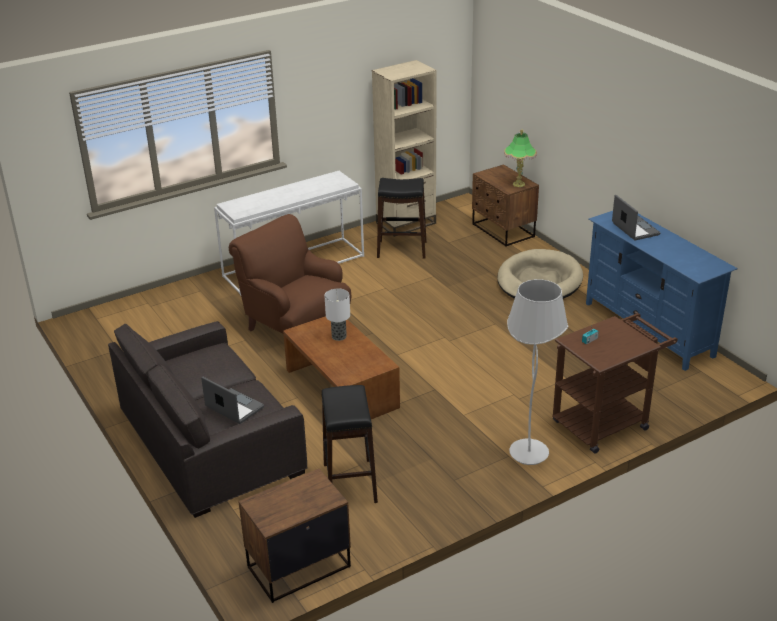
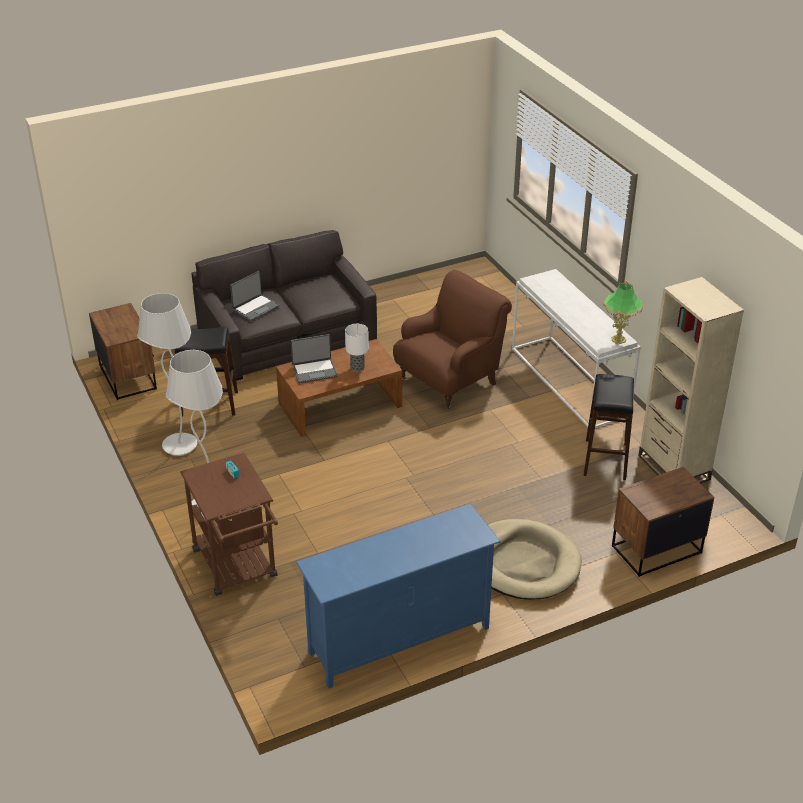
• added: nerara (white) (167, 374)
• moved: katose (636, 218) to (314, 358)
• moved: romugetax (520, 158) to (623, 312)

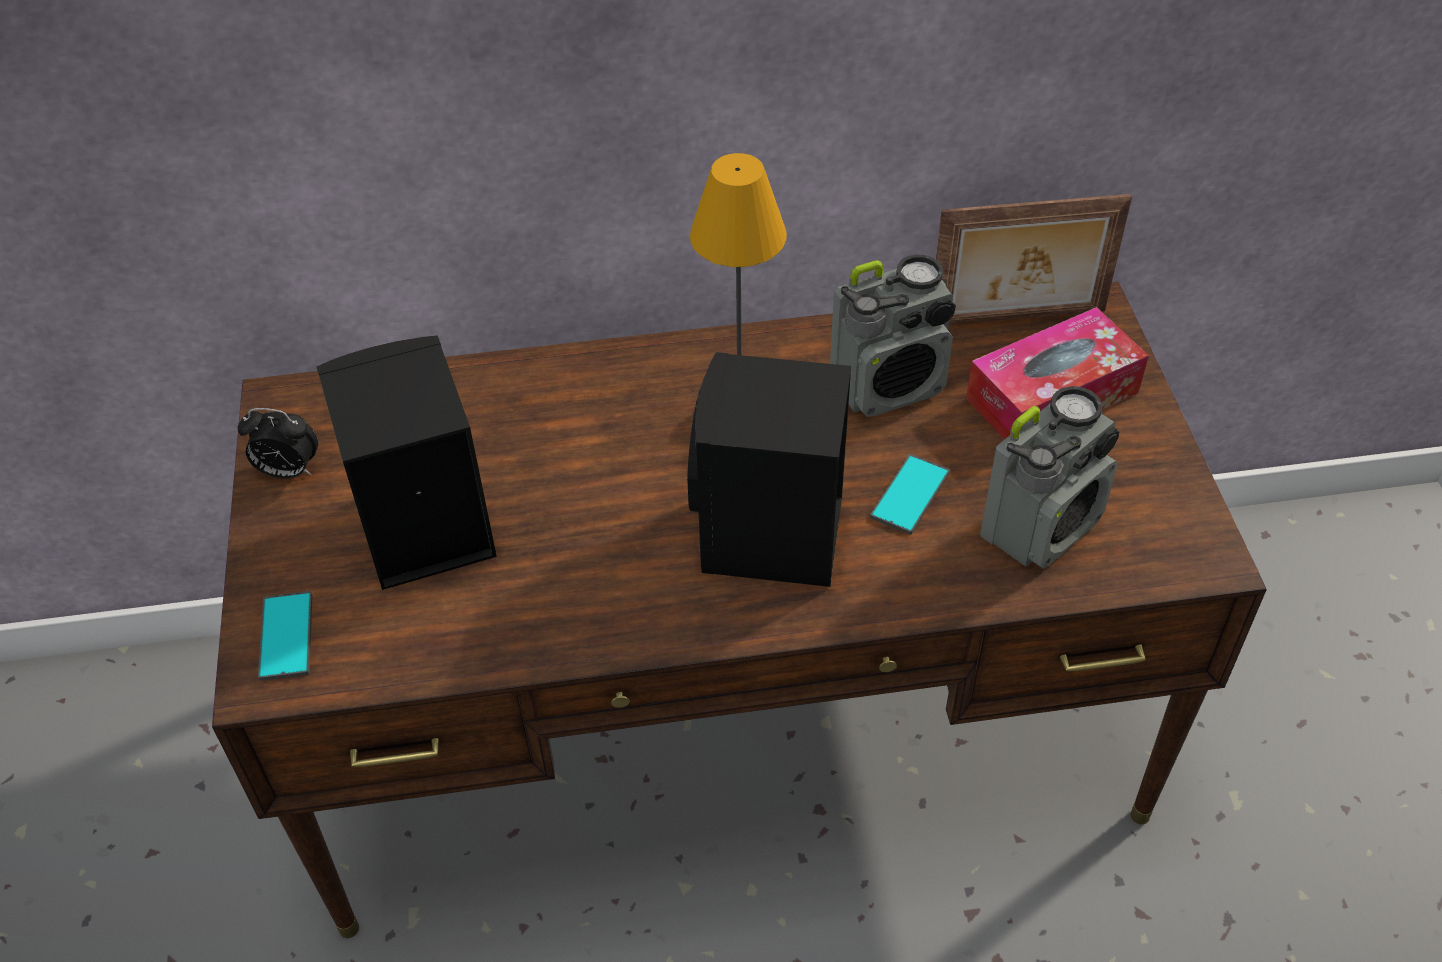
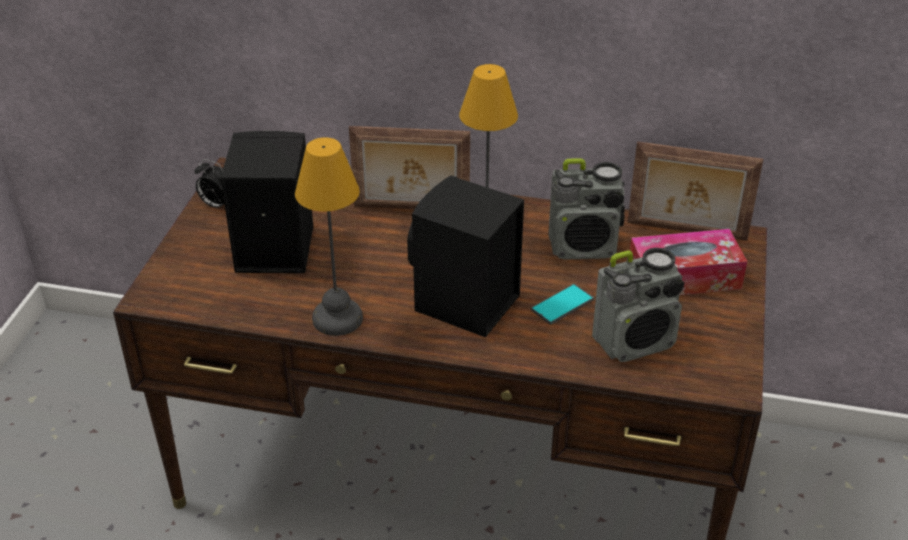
• added: romugetax (329, 236)
• added: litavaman (409, 167)
• removed: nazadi (285, 636)

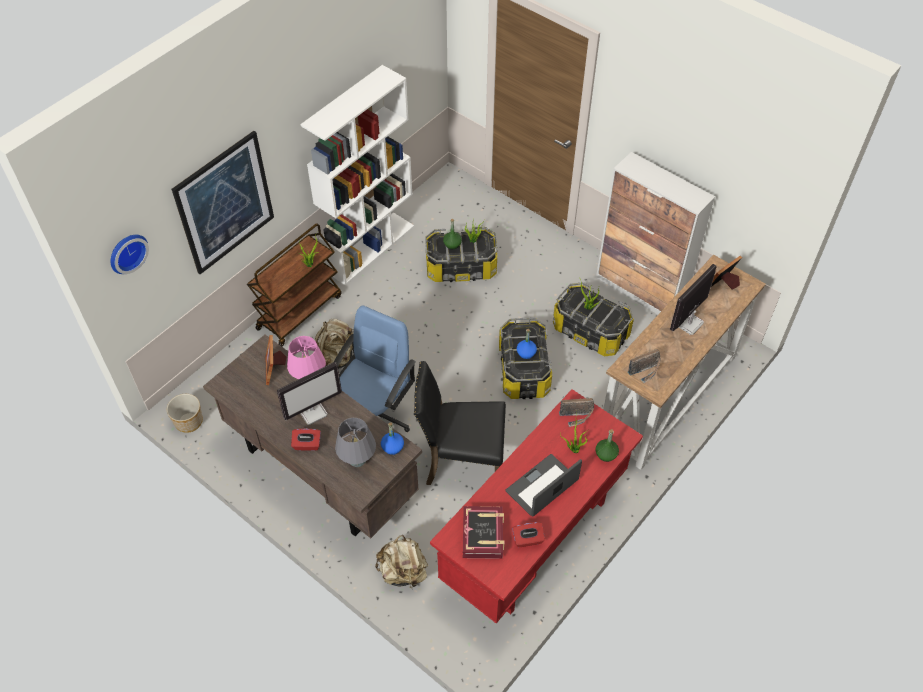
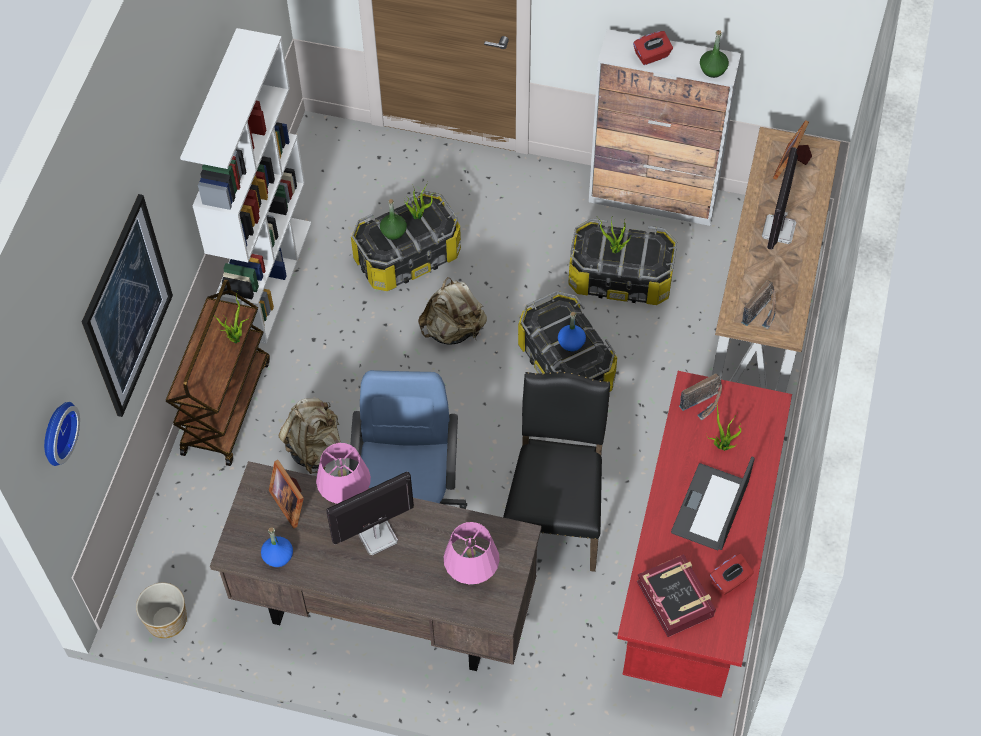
• moved: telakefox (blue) (392, 438) to (277, 547)
• turned: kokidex (309, 393) = (370, 513) 150 degrees counterclockwise
• moved: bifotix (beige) (401, 562) to (452, 311)
• recoloured: romugetax (grey) (355, 442) to romugetax (pink) (472, 553)
• turned: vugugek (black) (460, 423) = (556, 472) 120 degrees clockwise
• moved: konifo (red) (306, 440) to (653, 48)
• moved: telakefox (green) (607, 445) to (714, 54)

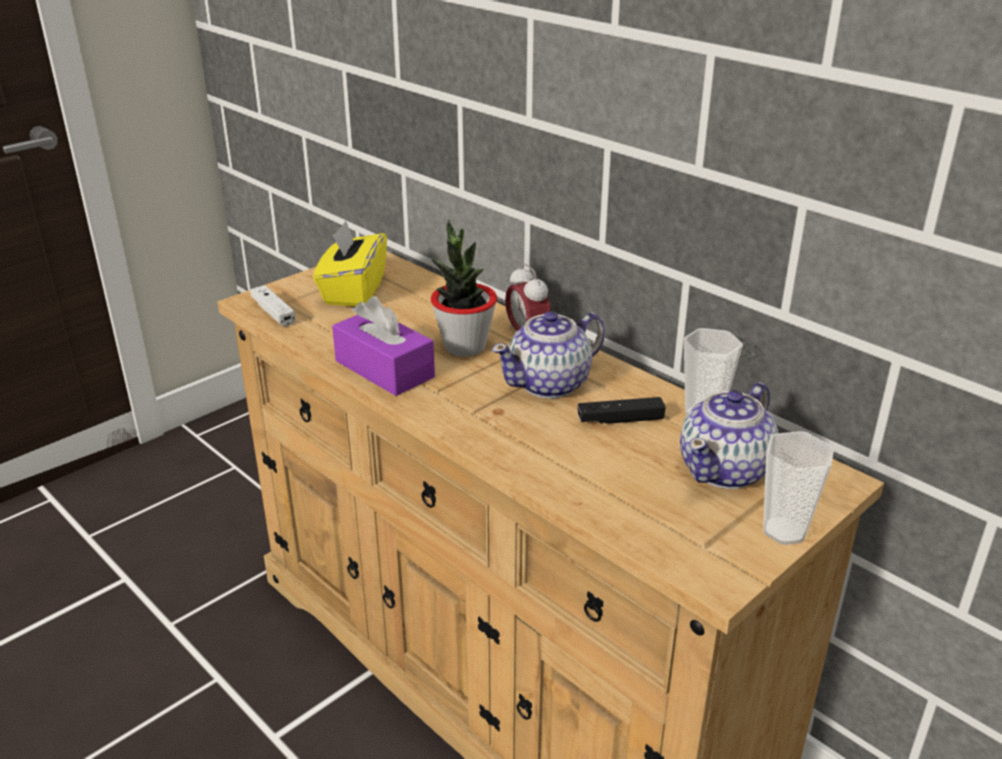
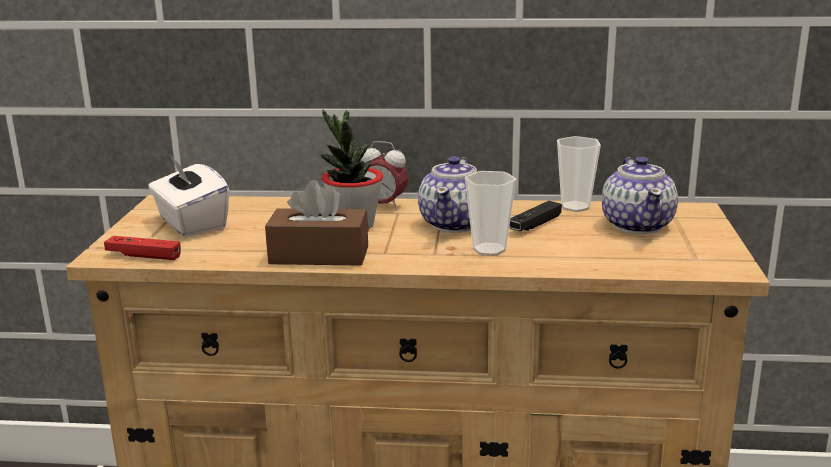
• recoloured: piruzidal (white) (272, 305) to piruzidal (red) (142, 248)
• recoloured: konifo (yellow) (350, 263) to konifo (white) (189, 196)
• recoloured: konifo (purple) (383, 346) to konifo (brown) (316, 223)
• moved: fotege (798, 488) to (490, 213)

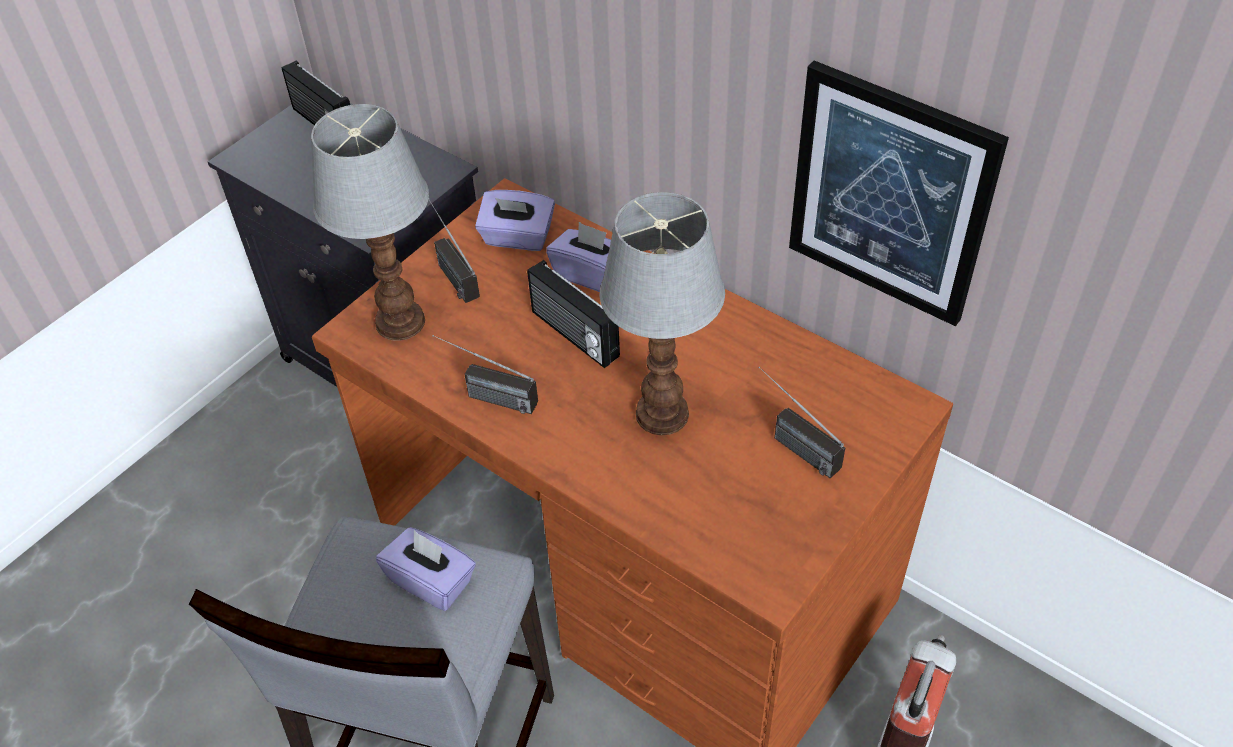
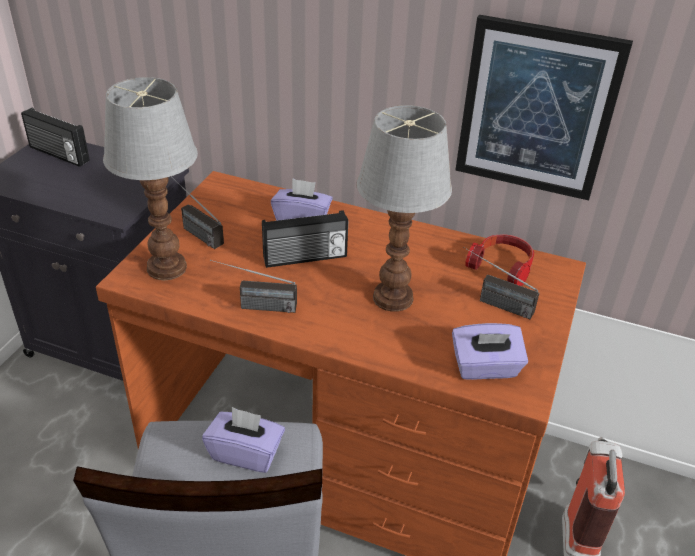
• turned: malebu (573, 314) = (305, 239) 45 degrees counterclockwise
• moved: konifo (purple) (515, 220) to (490, 351)
• added: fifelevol (499, 260)

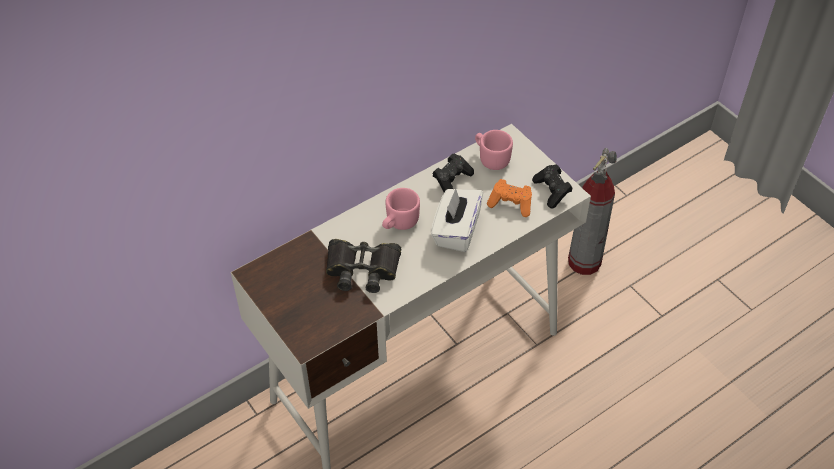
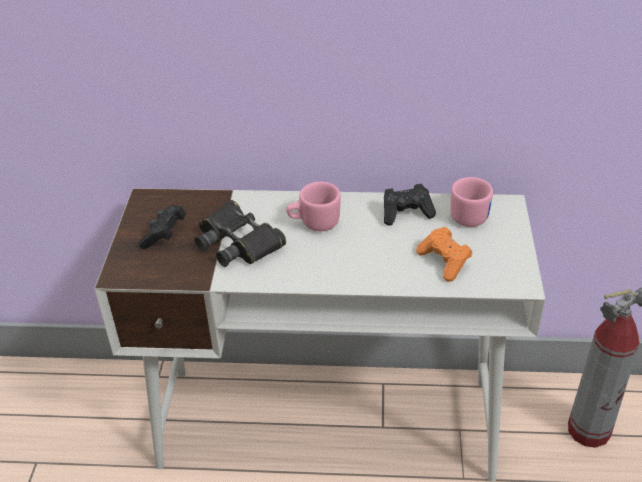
• moved: piruzidal (black) (552, 186) to (162, 227)
• removed: konifo (white) (457, 220)

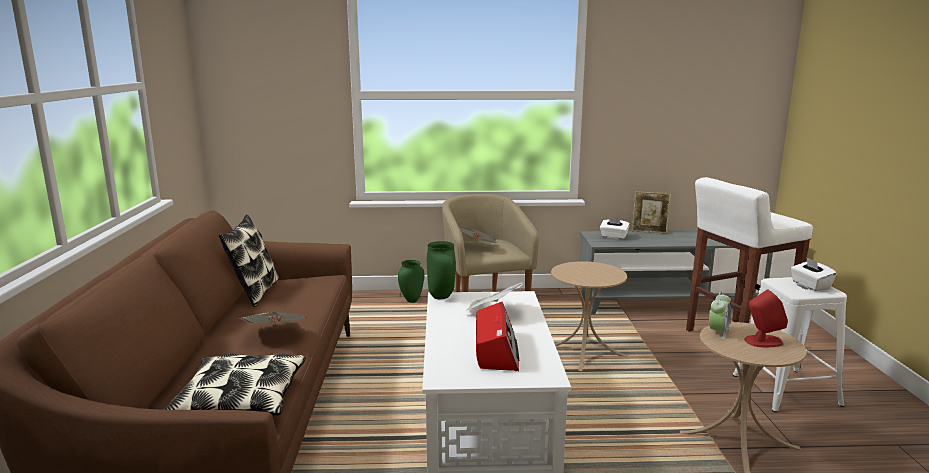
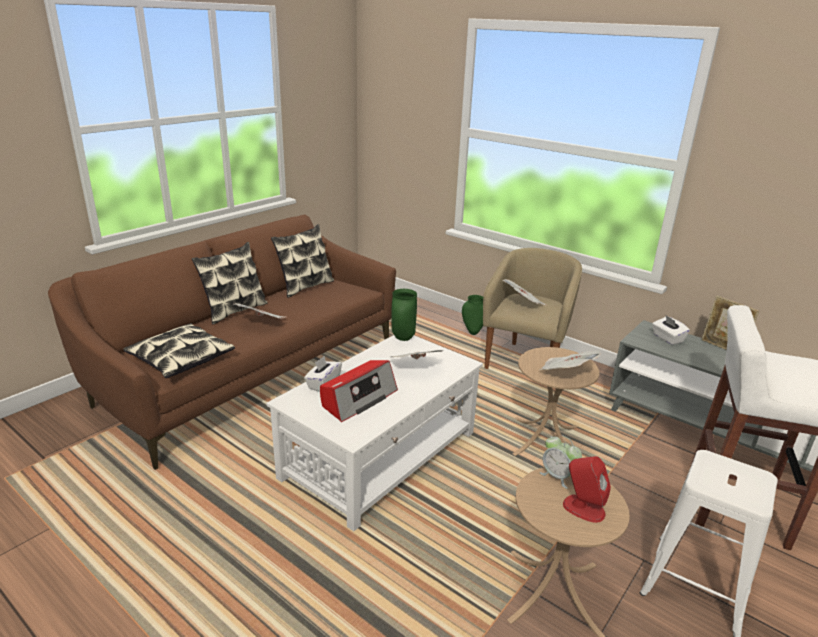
• added: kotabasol (229, 283)
• moved: konifo (white) (813, 274) to (323, 374)
• added: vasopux (570, 360)
• turned: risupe (720, 315) = (561, 462) 60 degrees clockwise

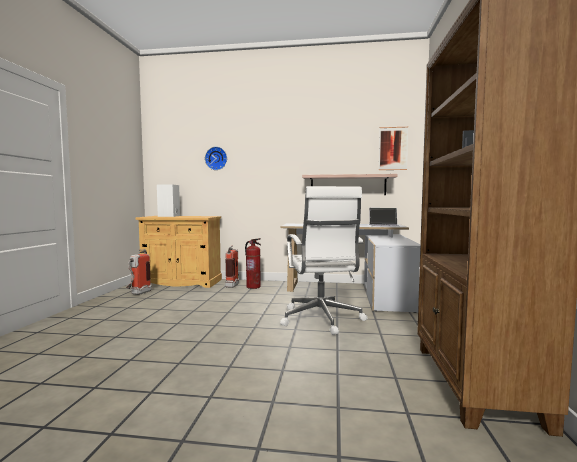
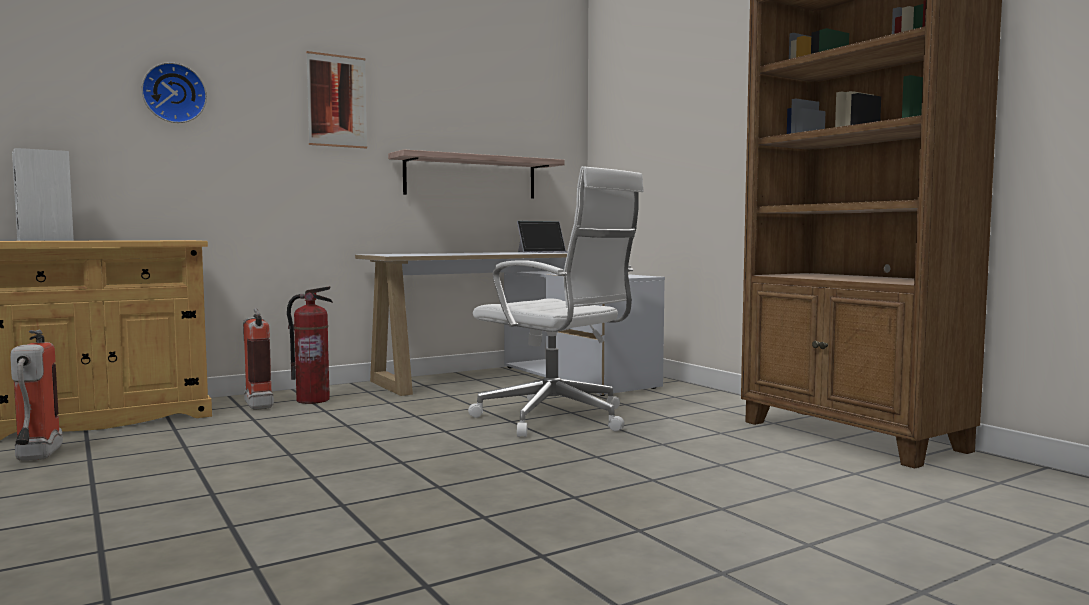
• moved: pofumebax (393, 148) to (336, 100)

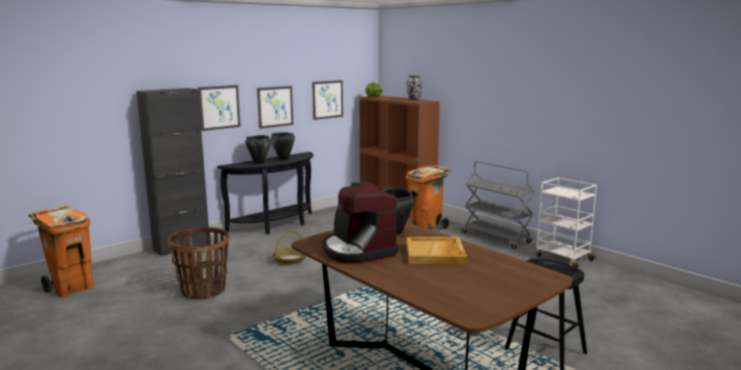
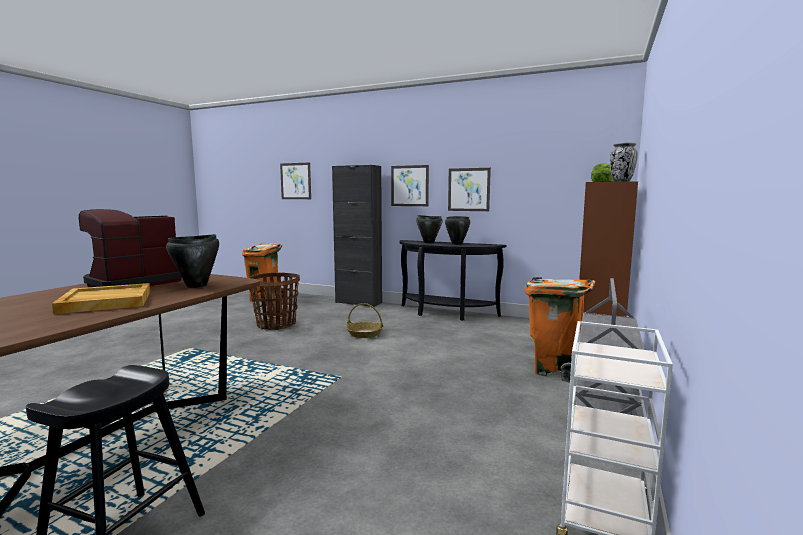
• moved: pofumebax (327, 100) to (295, 180)

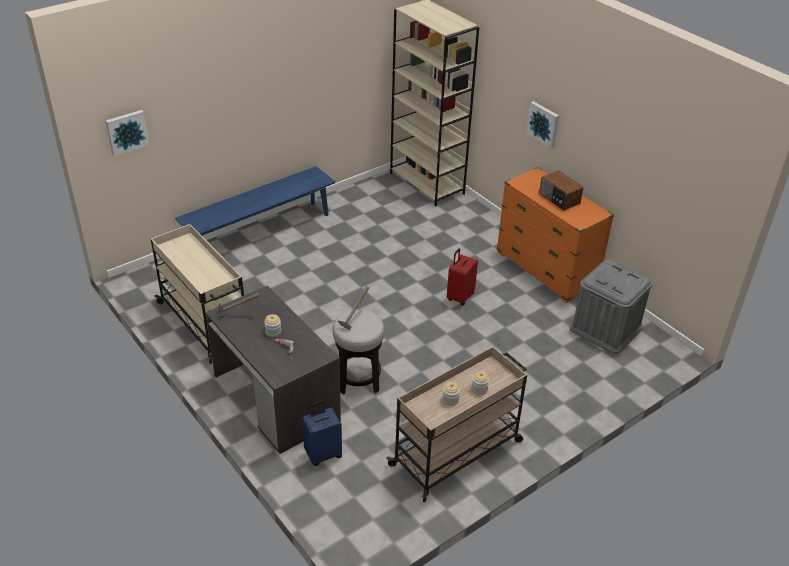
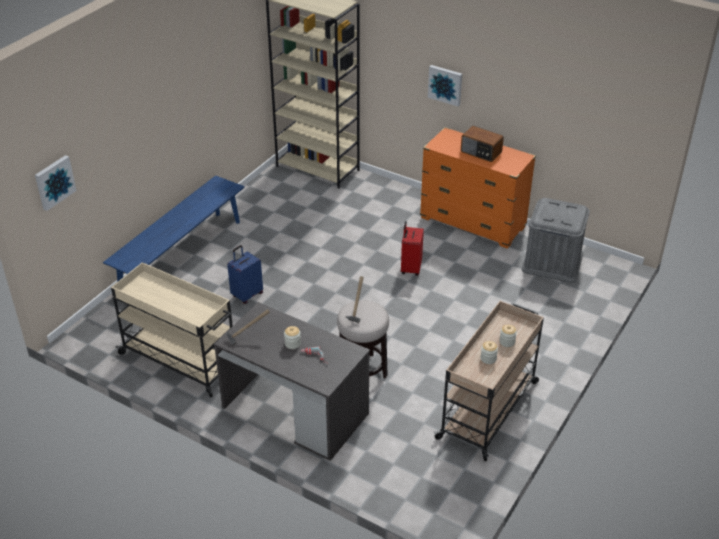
• moved: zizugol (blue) (322, 433) to (245, 274)

